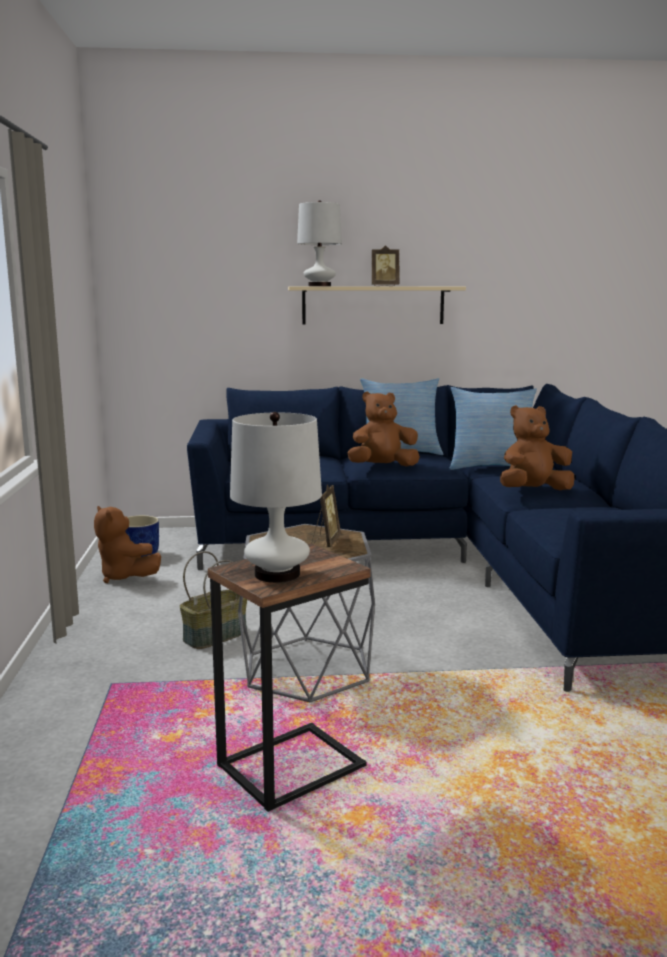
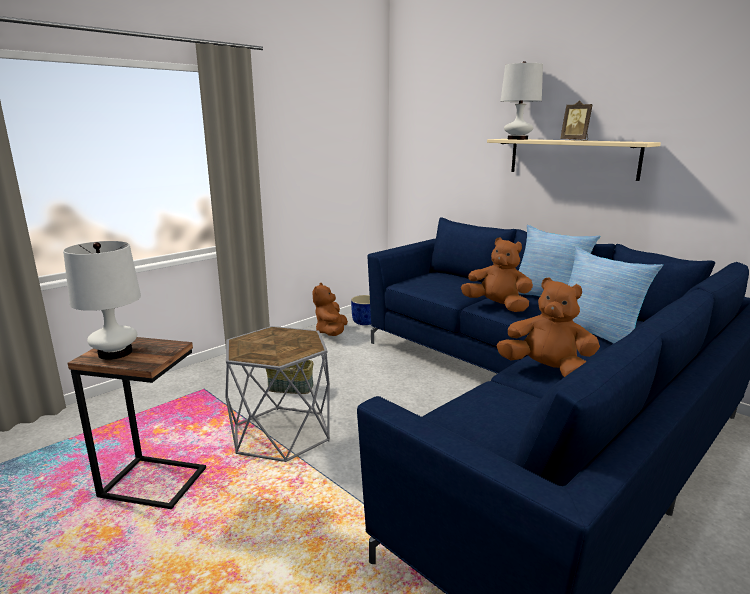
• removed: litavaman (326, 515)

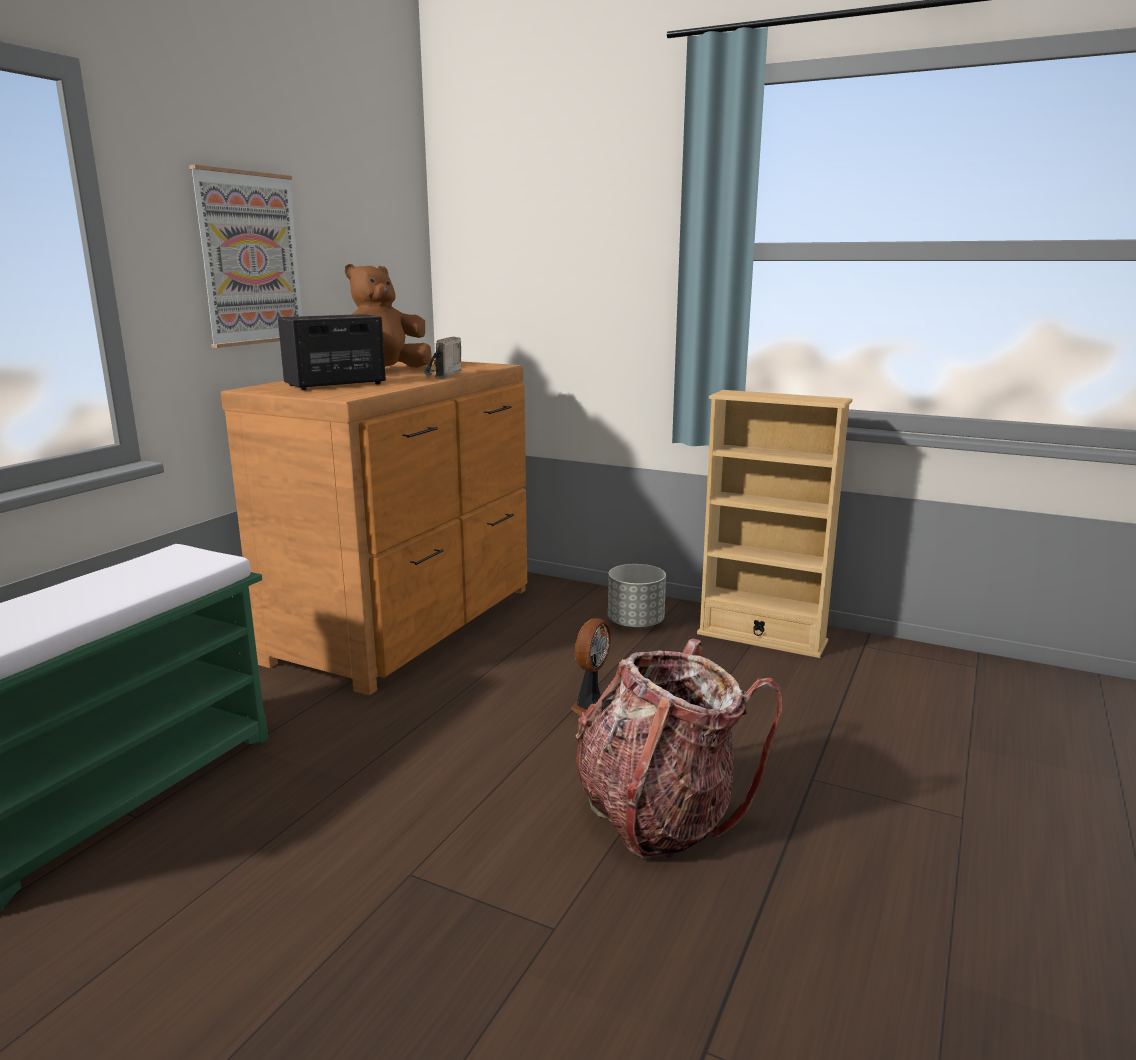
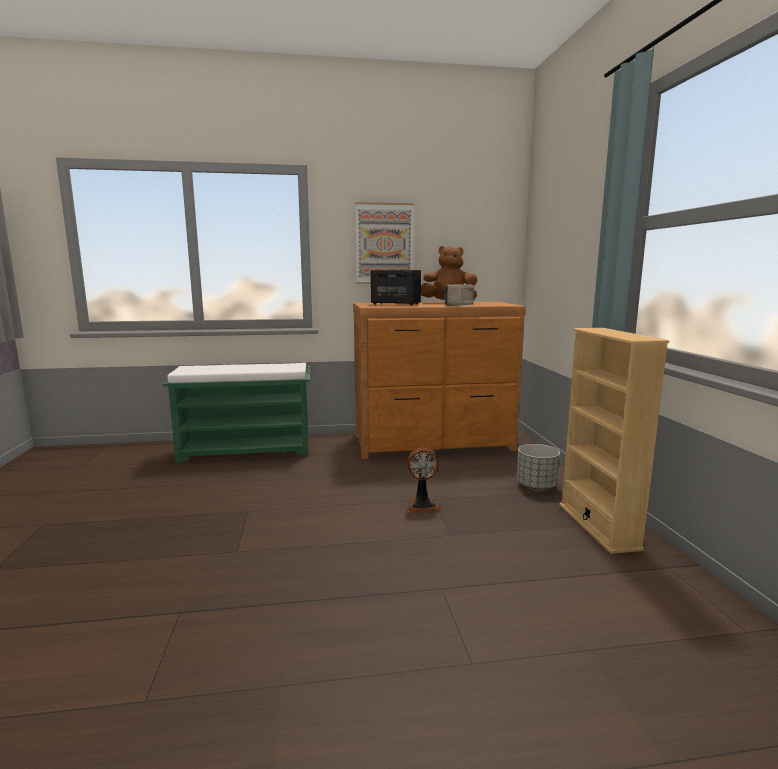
• removed: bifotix (678, 749)

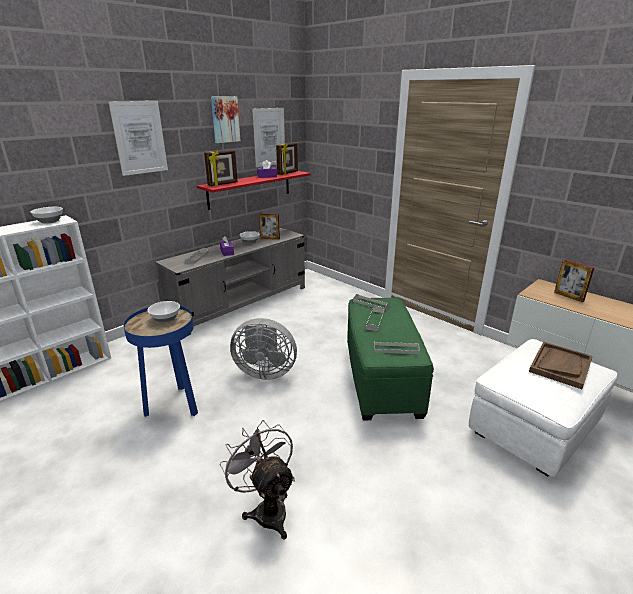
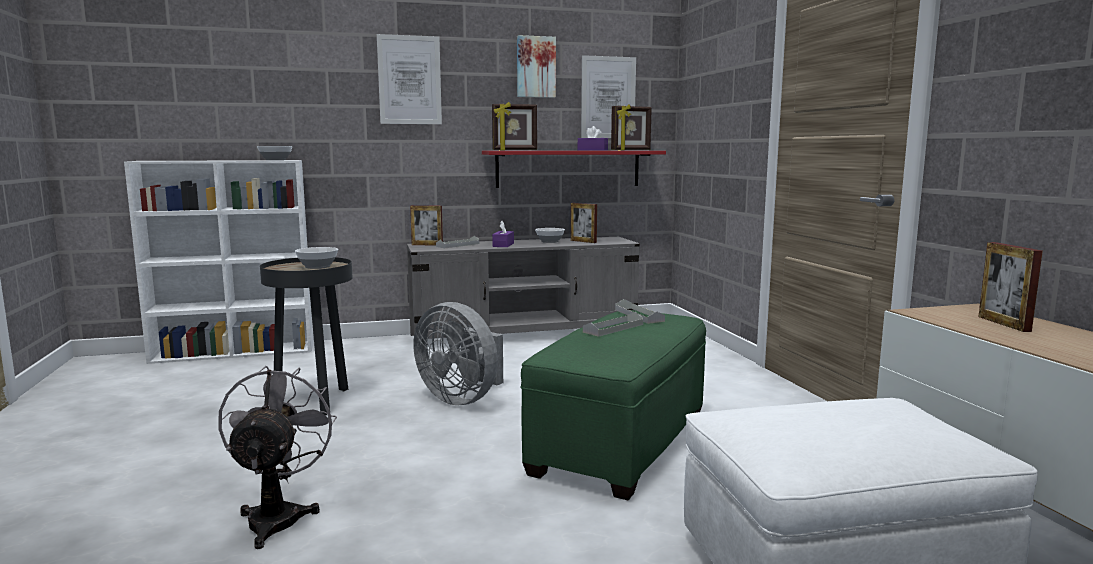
• recoloured: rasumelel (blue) (160, 361) to rasumelel (black) (306, 336)
• added: litavaman (426, 225)
• removed: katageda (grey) (397, 348)
• removed: katageda (brown) (561, 365)

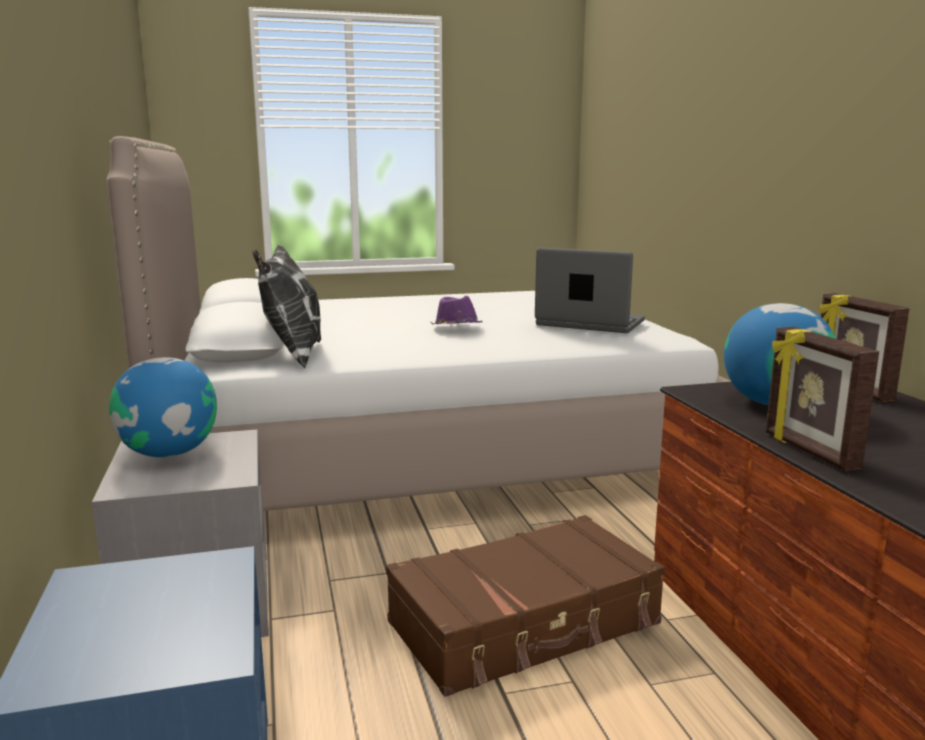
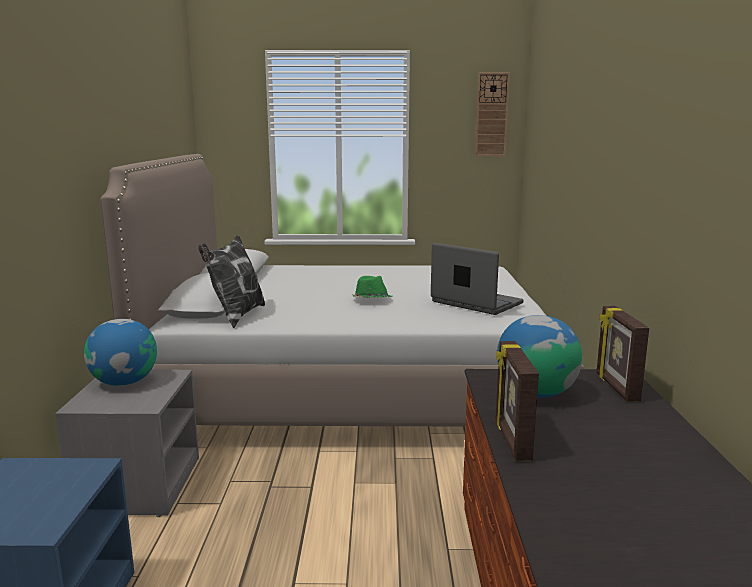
• recoloured: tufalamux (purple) (456, 310) to tufalamux (green) (372, 286)
• added: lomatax (492, 115)
• removed: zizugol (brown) (525, 606)

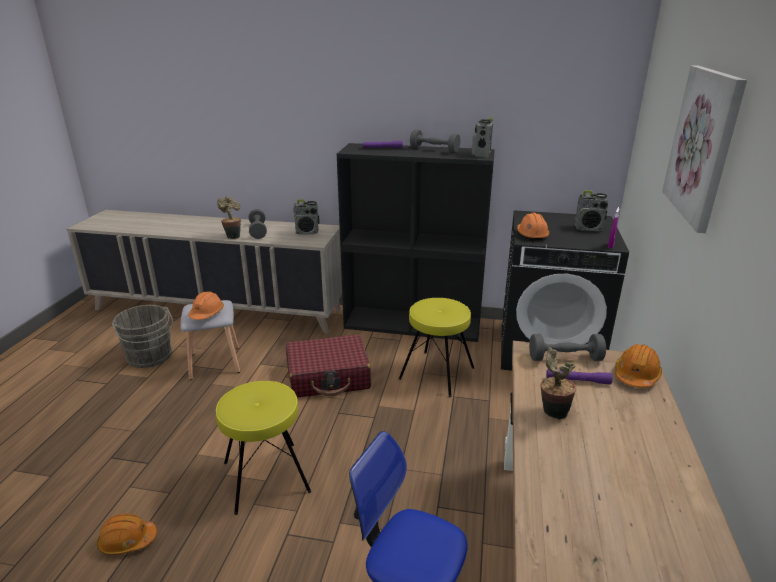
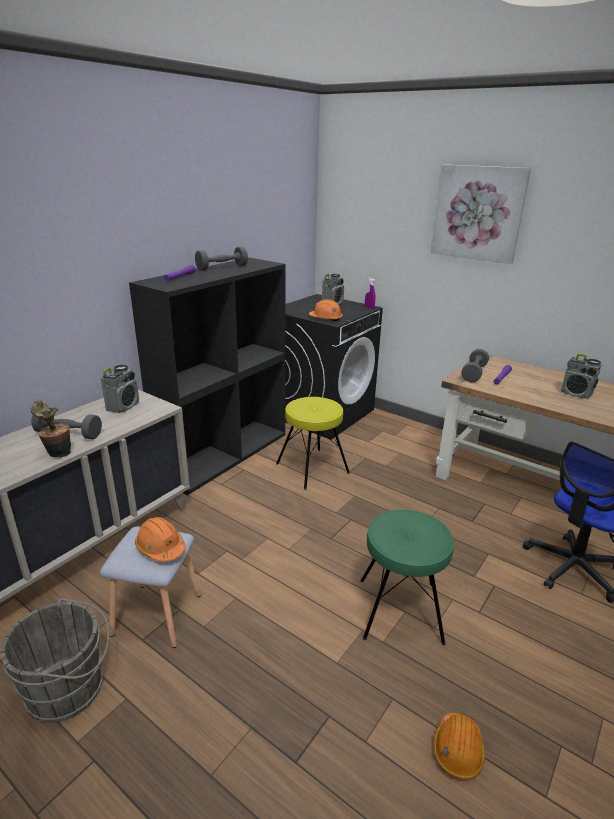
• recoloured: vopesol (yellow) (263, 448) to vopesol (green) (407, 577)
• moved: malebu (482, 137) to (581, 376)
• removed: zizugol (red) (328, 366)
• removed: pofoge (558, 383)
• removed: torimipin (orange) (638, 366)

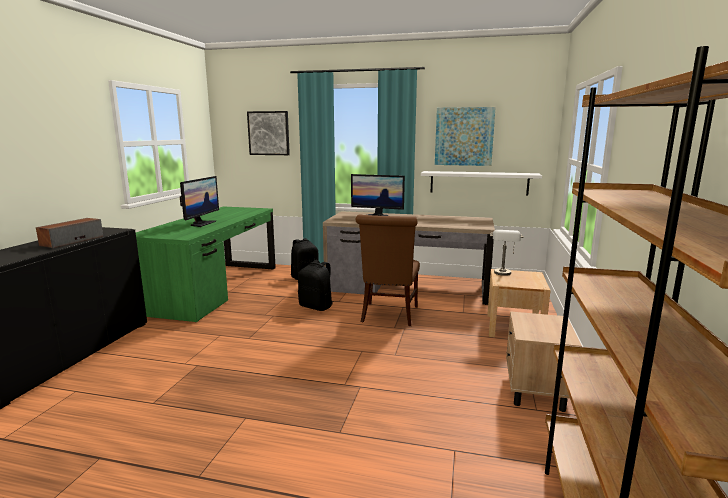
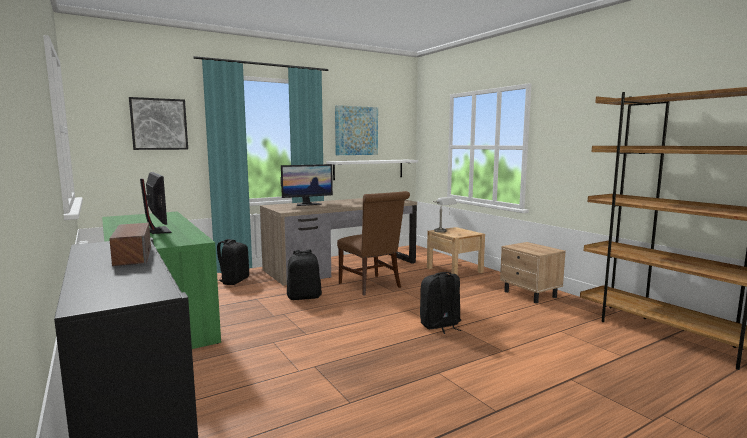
• added: bifotix (black) (441, 303)

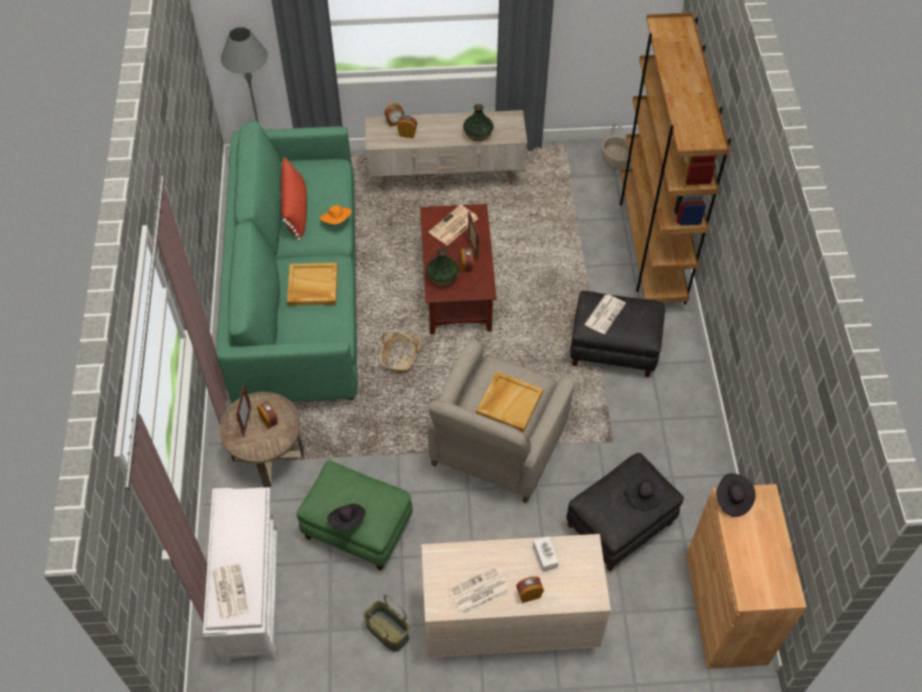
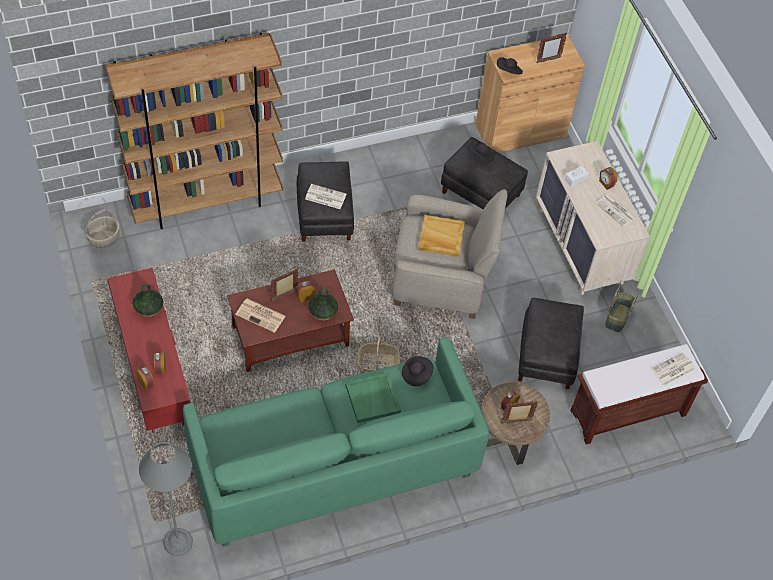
• recoloured: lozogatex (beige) (446, 150) to lozogatex (red) (149, 350)
• recoloured: katageda (beige) (312, 284) to katageda (green) (373, 397)
• moved: tufalamux (black) (346, 517) to (417, 371)
• recoloured: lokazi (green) (354, 515) to lokazi (black) (551, 343)
• added: litavaman (551, 48)
• recoloured: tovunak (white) (241, 575) to tovunak (brown) (639, 394)
• removed: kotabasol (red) (294, 199)
• removed: tufalamux (orange) (336, 214)

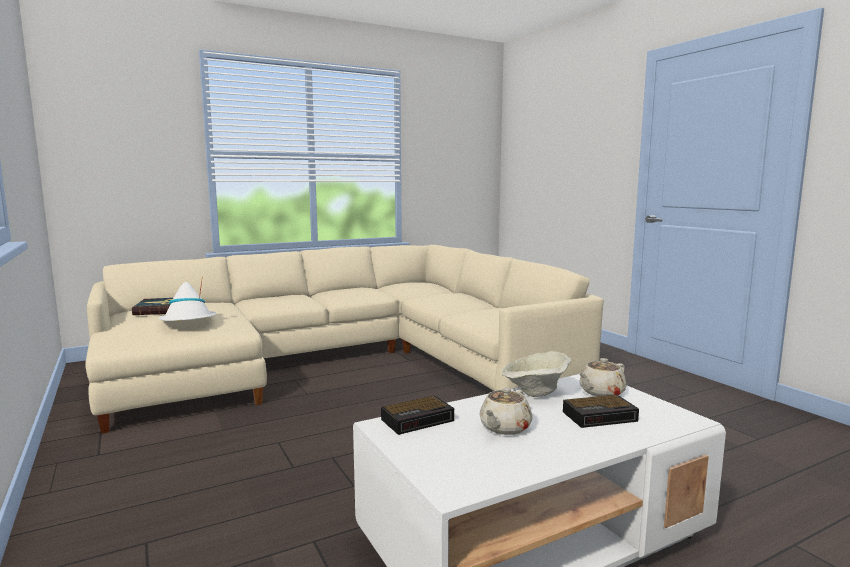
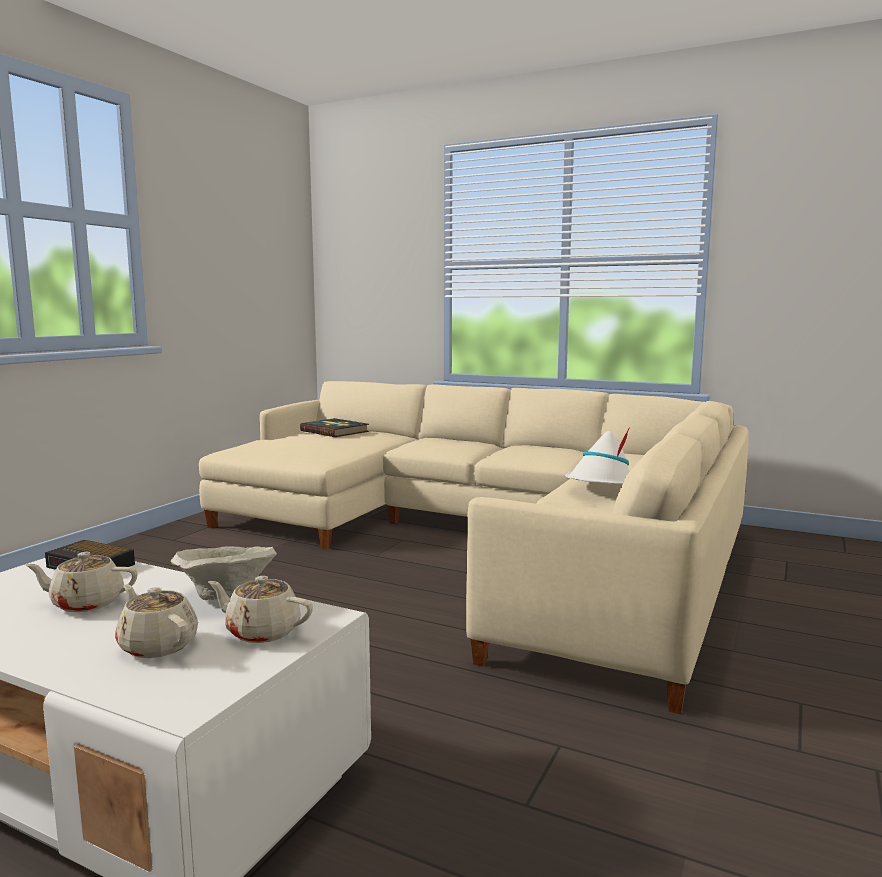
• replaced: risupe (601, 411) to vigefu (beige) (156, 621)
• moved: tufalamux (white) (188, 300) to (597, 455)

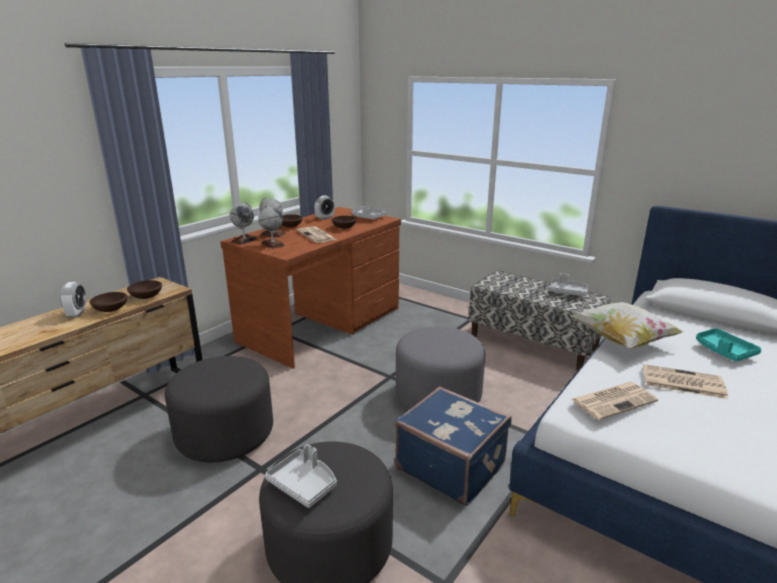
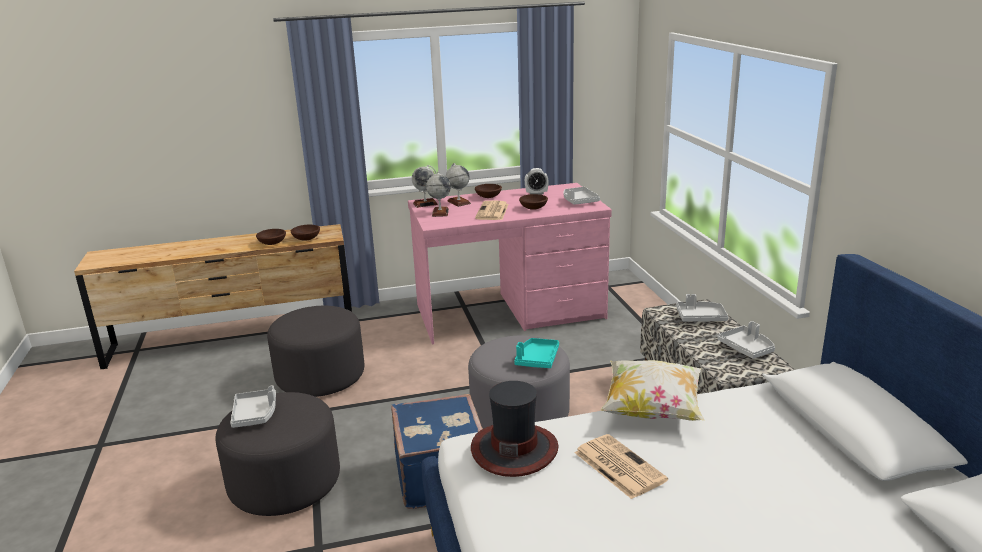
• recoloured: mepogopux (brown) (310, 288) to mepogopux (pink) (510, 263)
• replaced: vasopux (614, 401) to tufalamux (514, 429)
• moved: katageda (turquoise) (729, 344) to (536, 353)
• added: katageda (grey) (702, 308)
• removed: risupe (73, 300)

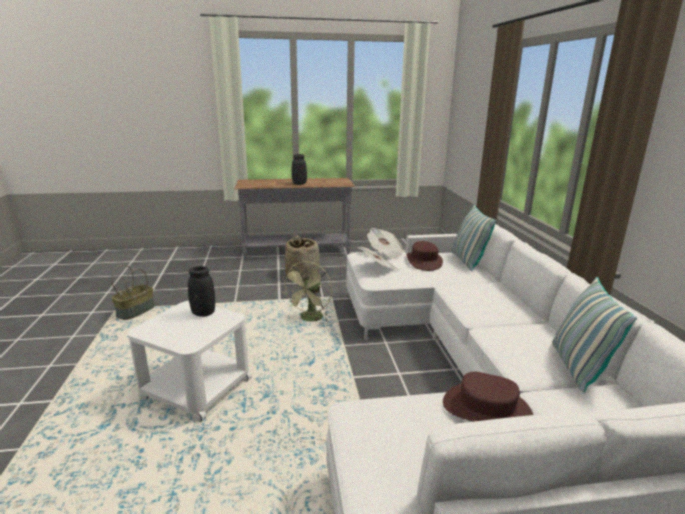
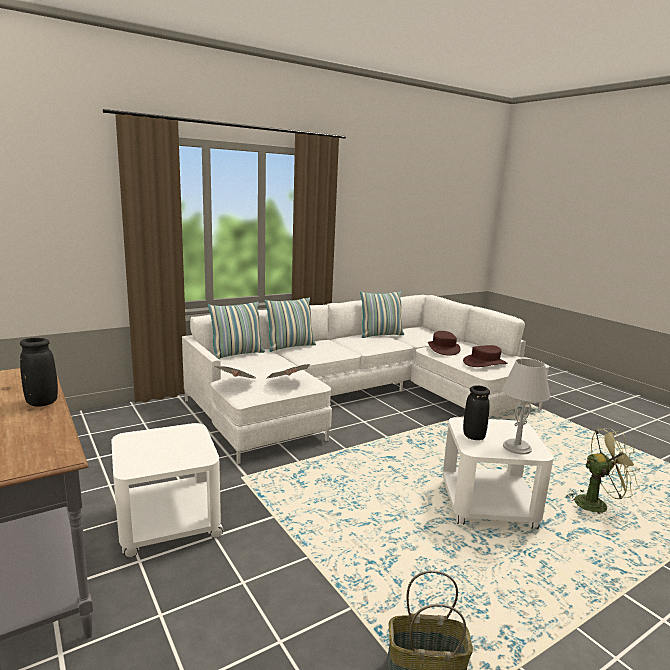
• replaced: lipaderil (302, 258) to rasumelel (white) (167, 490)
• added: kotabasol (290, 324)
• moved: tufalamux (brown) (424, 256) to (485, 356)
• added: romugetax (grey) (526, 406)
• moved: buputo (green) (307, 291) to (603, 471)

